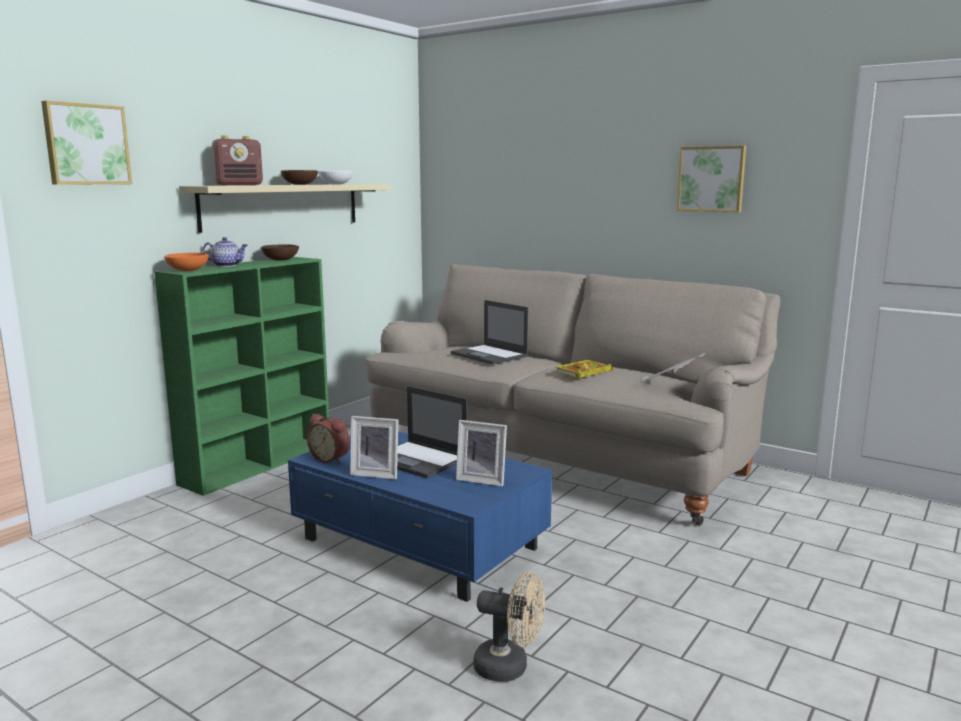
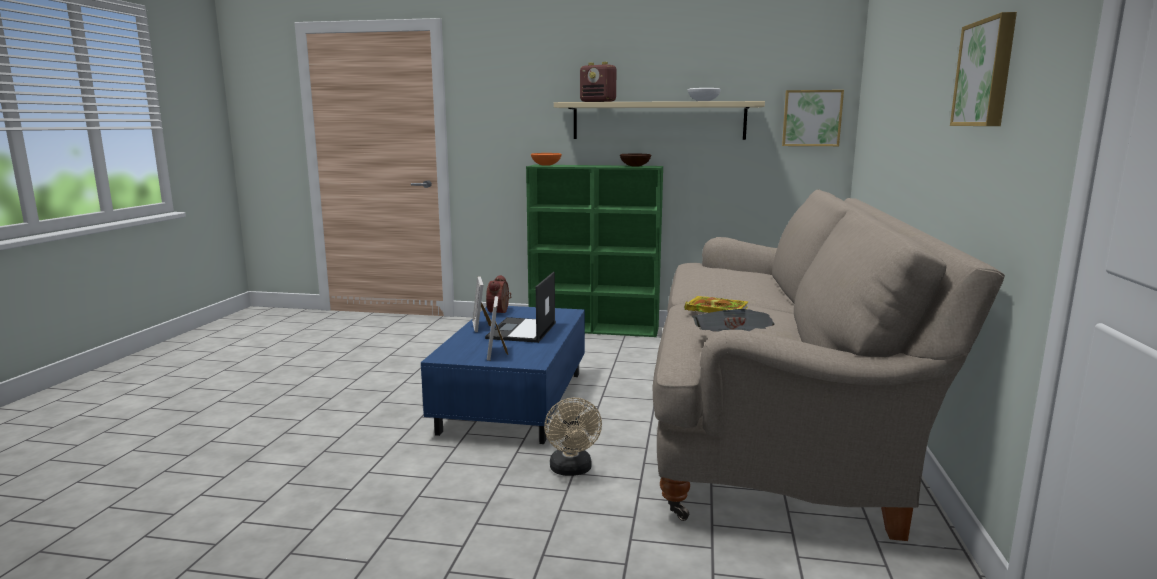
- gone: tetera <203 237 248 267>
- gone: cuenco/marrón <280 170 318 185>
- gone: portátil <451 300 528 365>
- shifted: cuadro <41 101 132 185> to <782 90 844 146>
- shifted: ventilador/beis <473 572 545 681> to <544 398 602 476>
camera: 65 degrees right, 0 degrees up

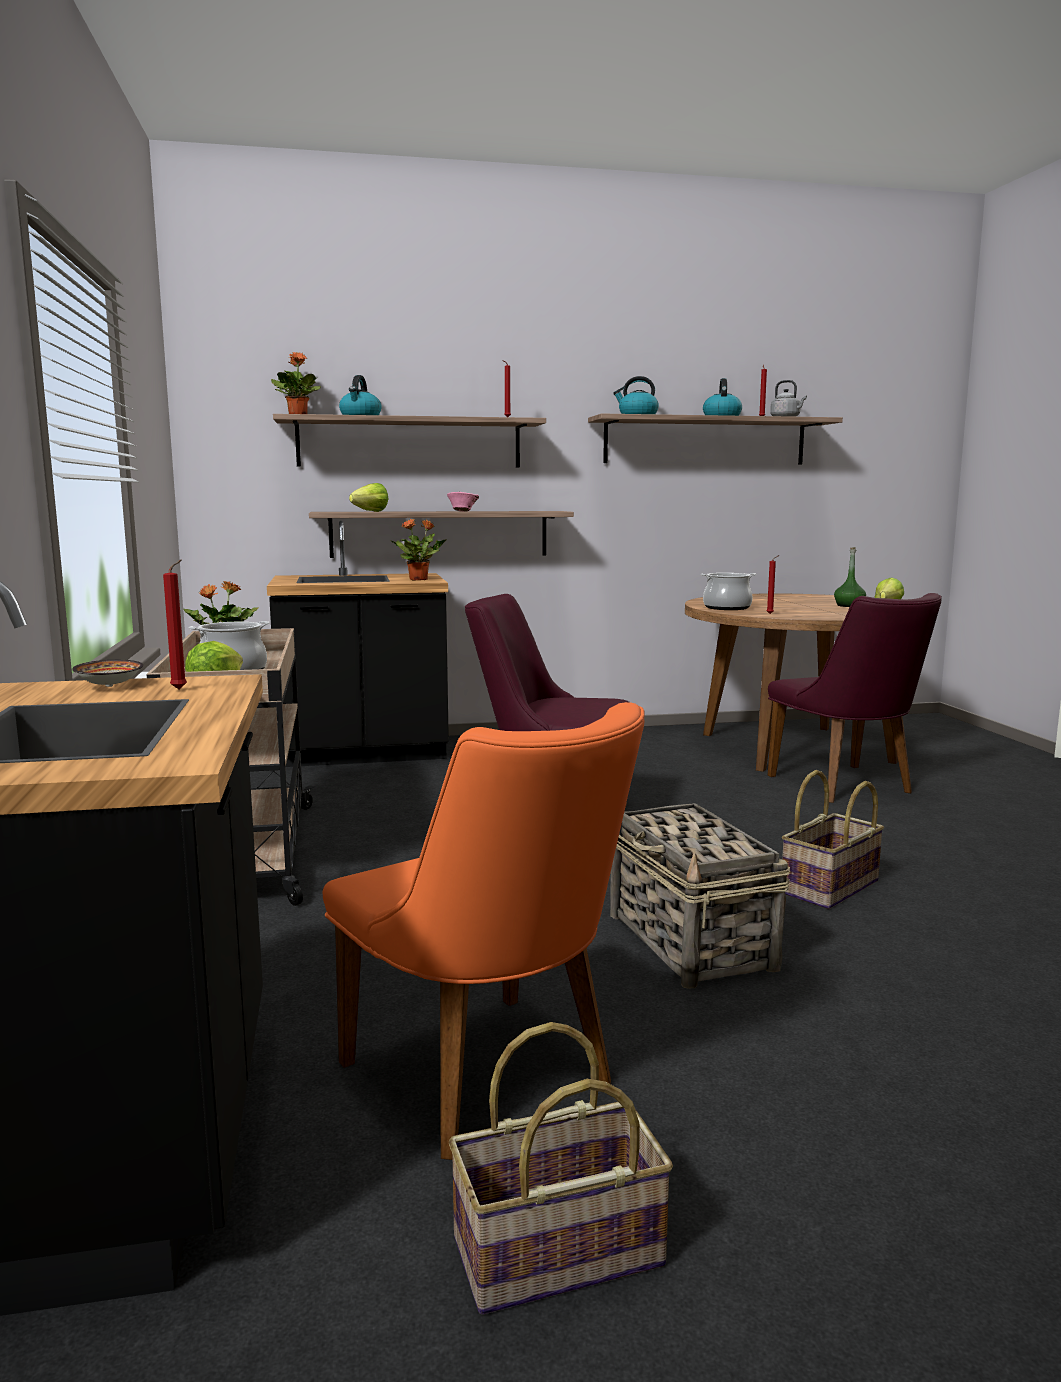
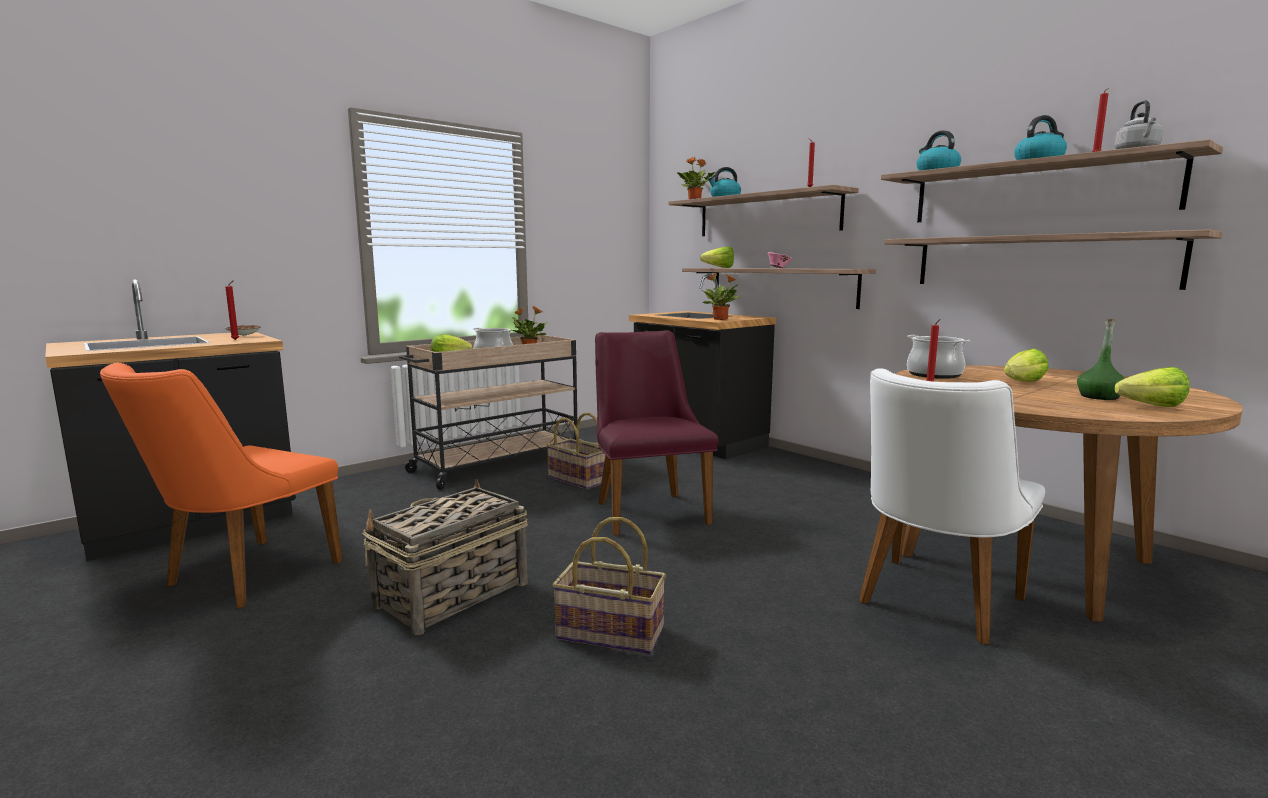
- new: estante <884 229 1223 290>
- new: lechuga <1004 349 1049 382>
- shifted: cesta <449 1022 673 1314> to <547 413 605 489>
- repainted: silla/morado <767 593 942 803> to silla/blanco <859 368 1045 644>
camera: 60 degrees right, 0 degrees up

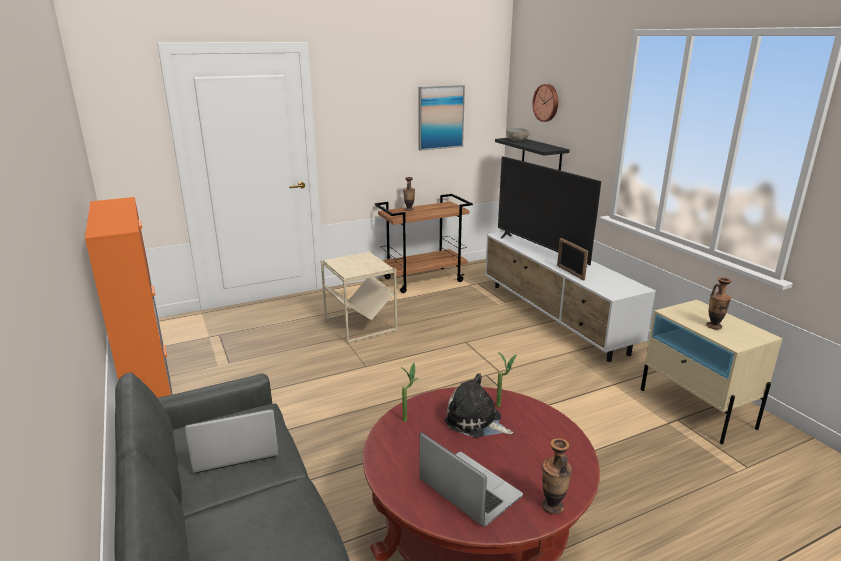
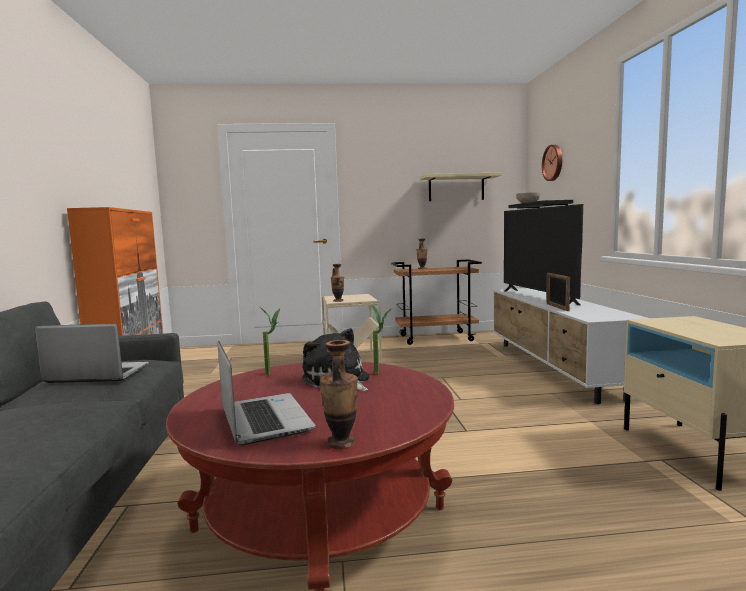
- shifted: florero <706 277 731 330> to <331 264 344 302>
- swapped: cuadro <418 85 465 151> to estante/beis <420 172 502 201>
camera: 20 degrees right, 15 degrees down

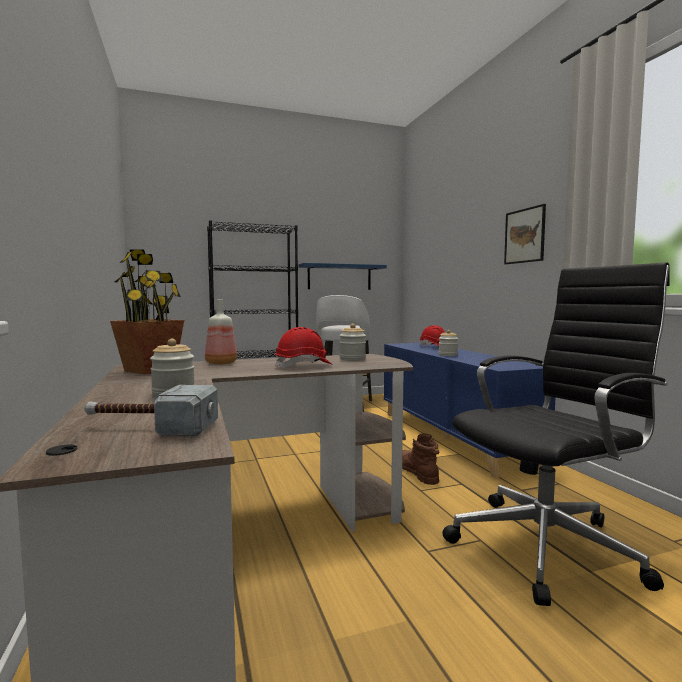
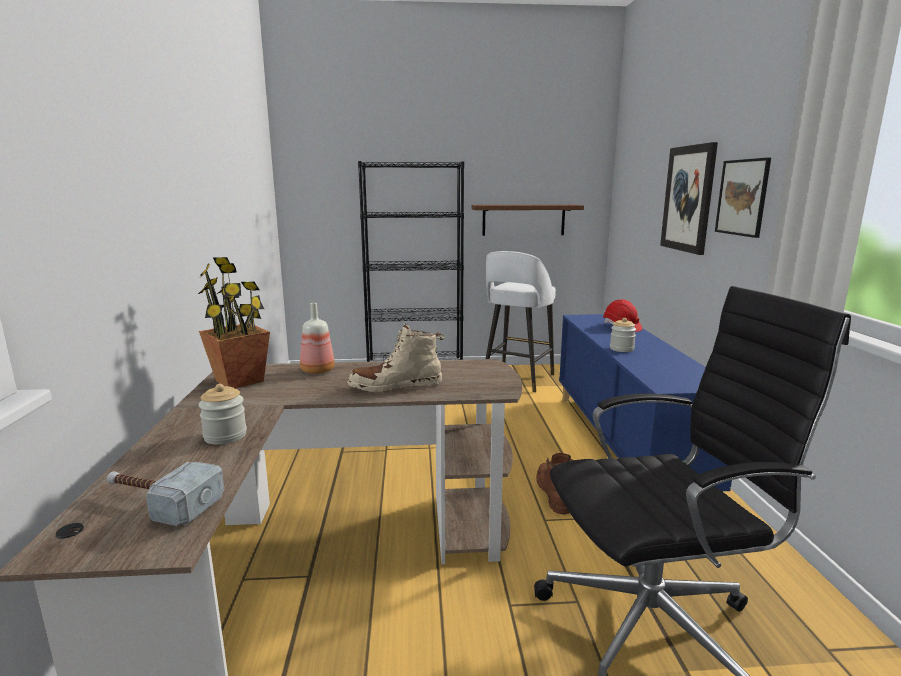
- gone: tarro <340 324 366 361>
- new: cuadro <660 142 718 255>
- swapped: casco/rojo <275 327 333 369> to bota/beis <347 323 444 392>
- repainted: estante/azul <299 263 387 290> to estante/marrón <472 205 584 236>
camera: 15 degrees right, 10 degrees up

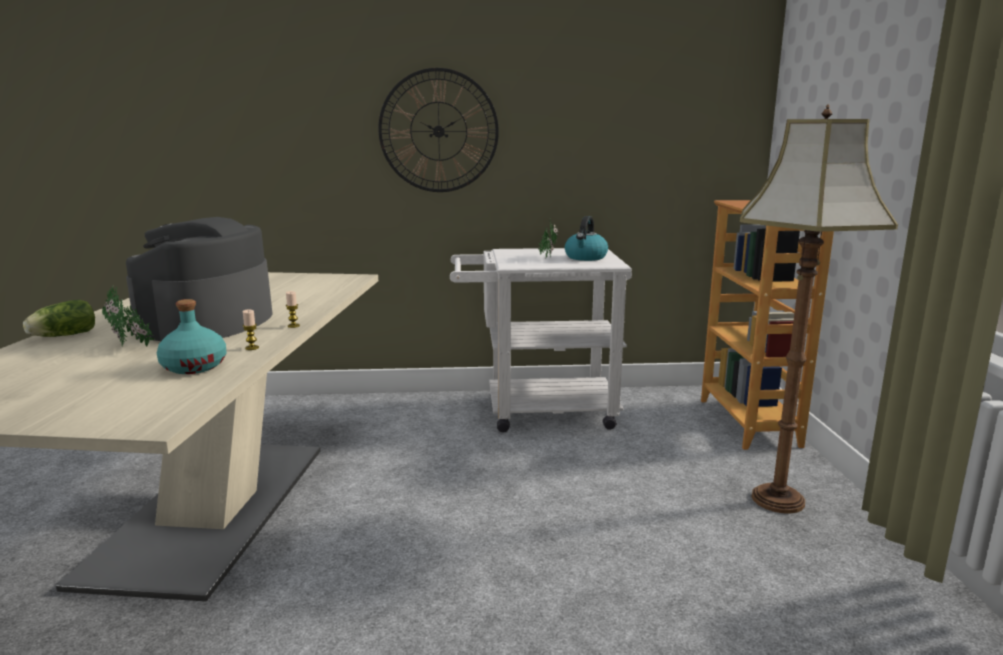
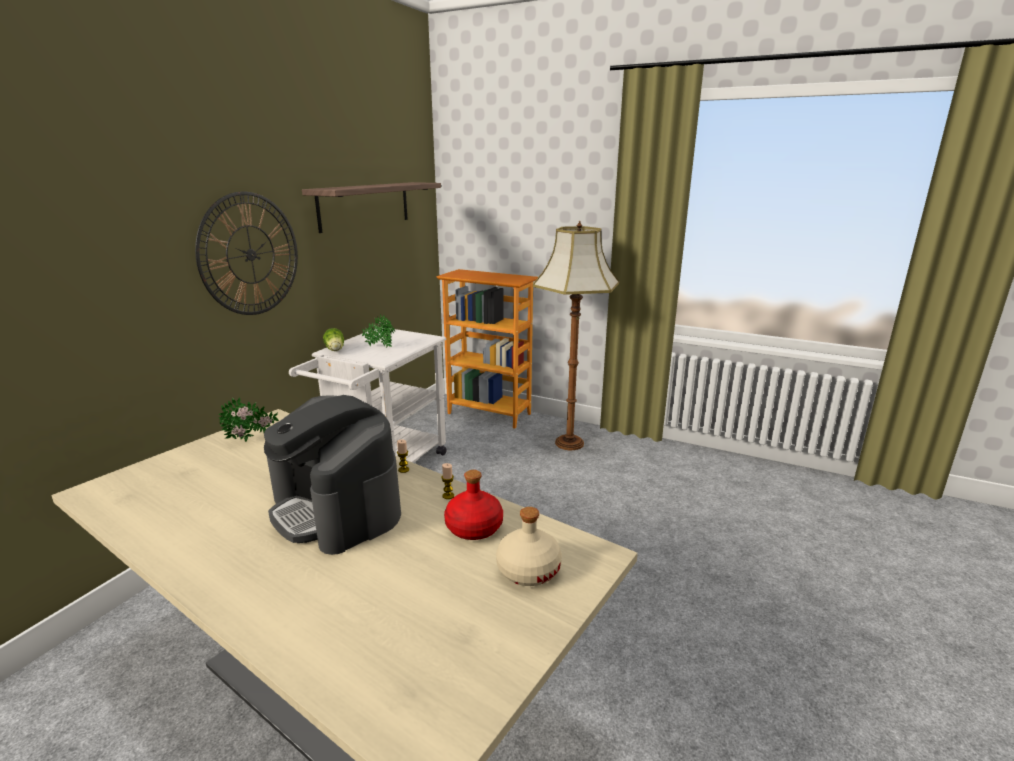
- gone: hervidor <565 216 608 261>
- new: estante <302 182 441 233>
- new: botella/beis <496 507 562 586>
- shifted: lechuga <23 300 95 337> to <323 328 344 351>
- shifted: planta en maceta <102 286 155 346> to <219 397 279 442>
- repainted: botella/turquesa <157 299 226 374> to botella/rojo <444 470 503 540>
camera: 60 degrees left, 5 degrees up

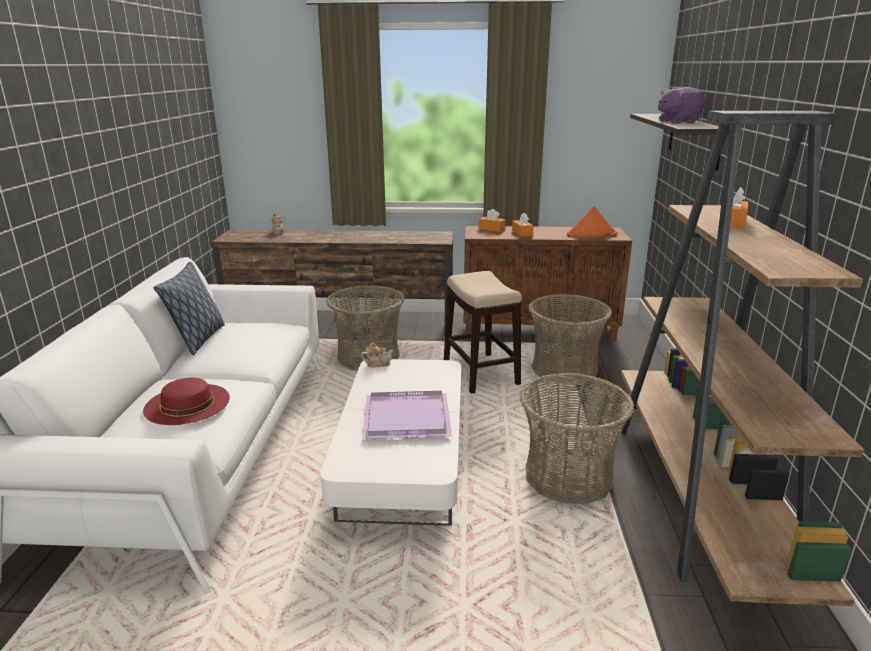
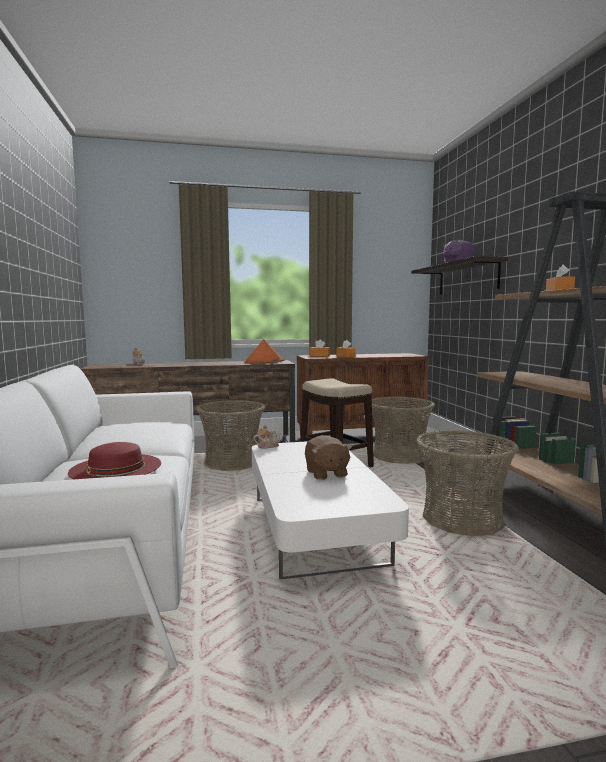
- gone: cojín <154 262 225 355>
- shifted: sombrero/naranja <567 206 617 238> to <244 339 284 363>
- swapped: bandeja/morado <362 391 452 440> to peluche/marrón <305 435 352 480>
camera: 15 degrees left, 15 degrees down

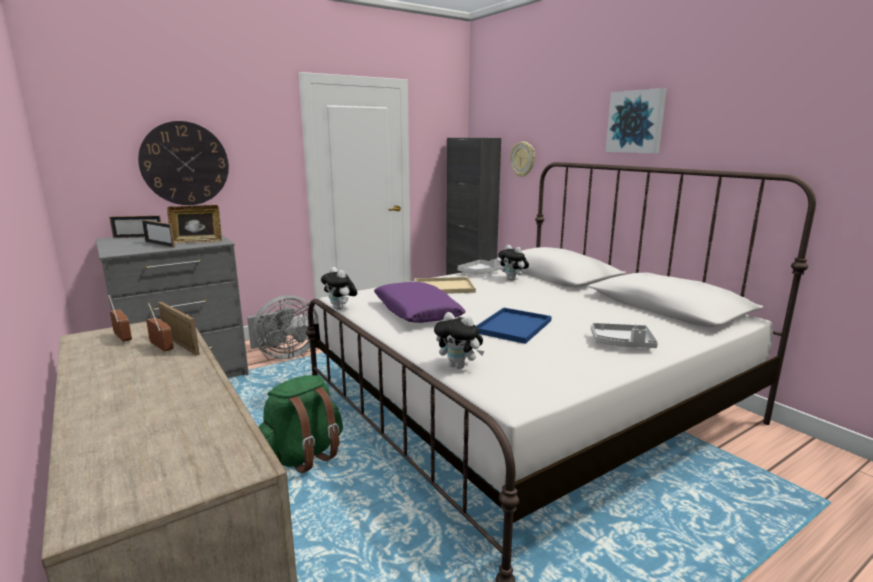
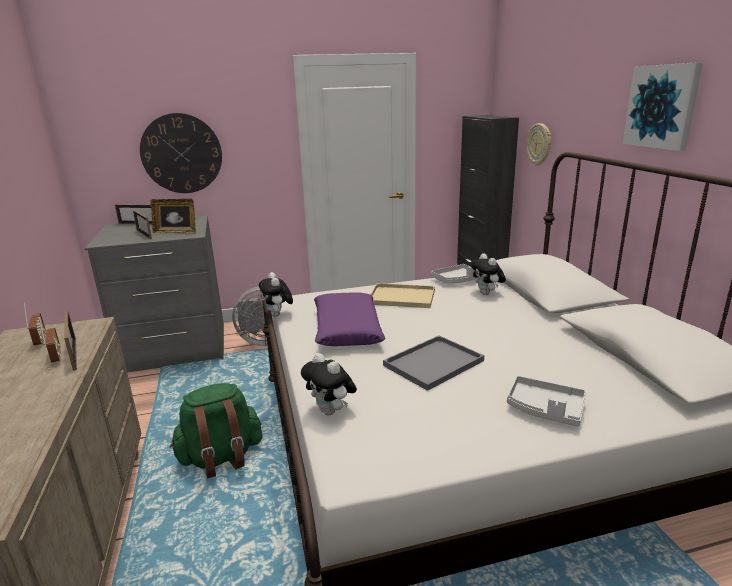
- repainted: bandeja/azul <476 307 552 344> to bandeja/gris <383 336 484 391>
camera: 20 degrees right, 5 degrees up

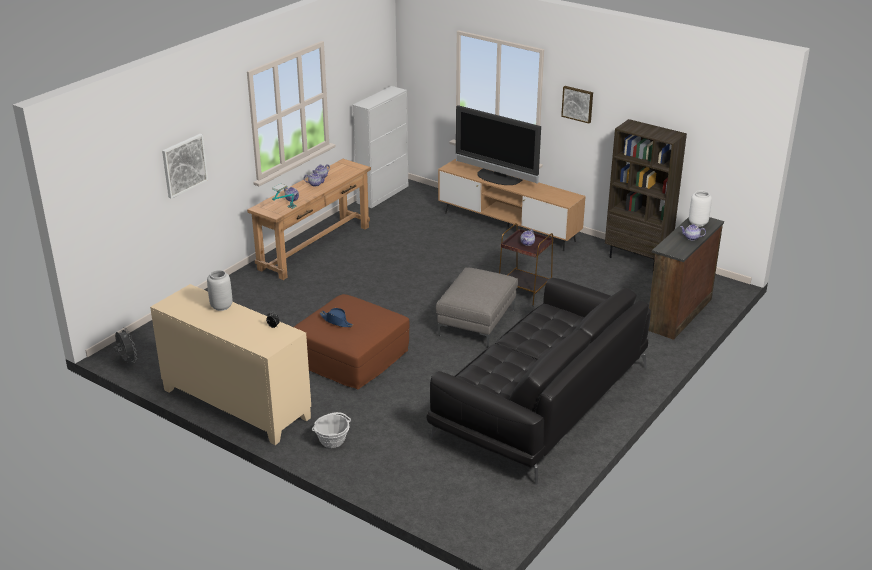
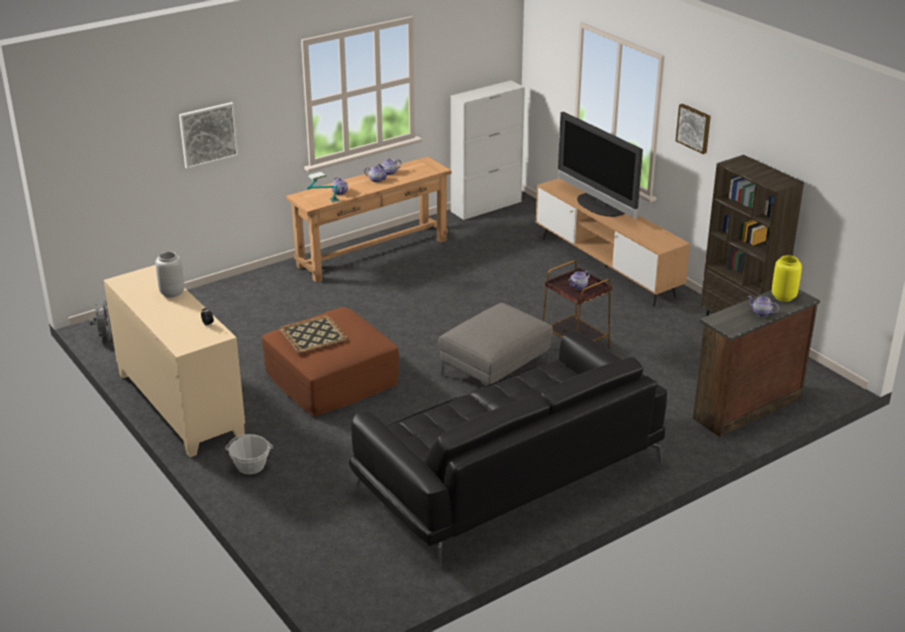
- swapped: sombrero/azul <319 308 353 327> to bandeja <279 315 348 354>
- repainted: florero/blanco <689 190 712 227> to florero/amarillo <772 255 802 302>
camera: 20 degrees right, 0 degrees up

